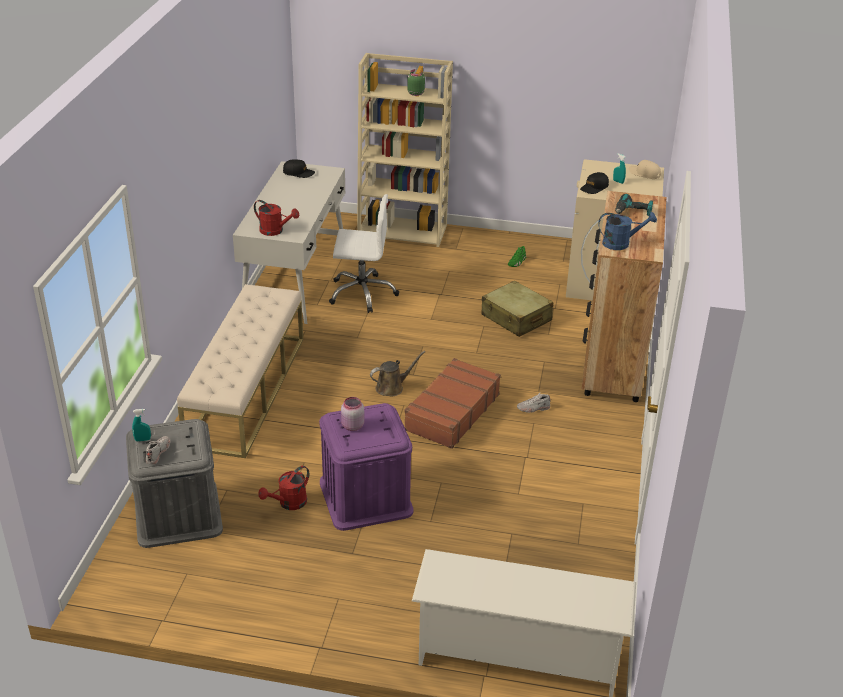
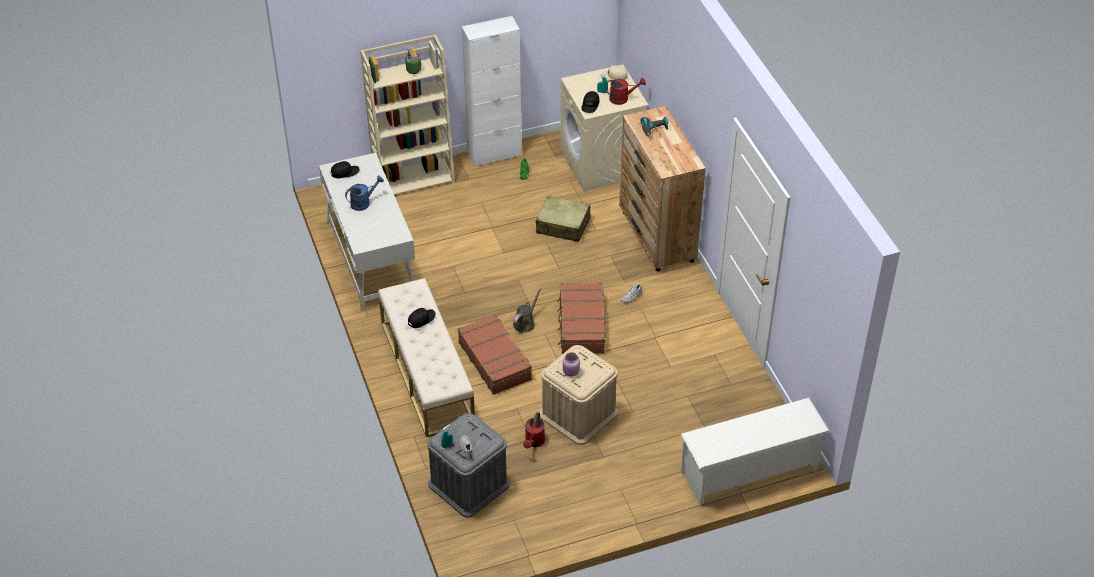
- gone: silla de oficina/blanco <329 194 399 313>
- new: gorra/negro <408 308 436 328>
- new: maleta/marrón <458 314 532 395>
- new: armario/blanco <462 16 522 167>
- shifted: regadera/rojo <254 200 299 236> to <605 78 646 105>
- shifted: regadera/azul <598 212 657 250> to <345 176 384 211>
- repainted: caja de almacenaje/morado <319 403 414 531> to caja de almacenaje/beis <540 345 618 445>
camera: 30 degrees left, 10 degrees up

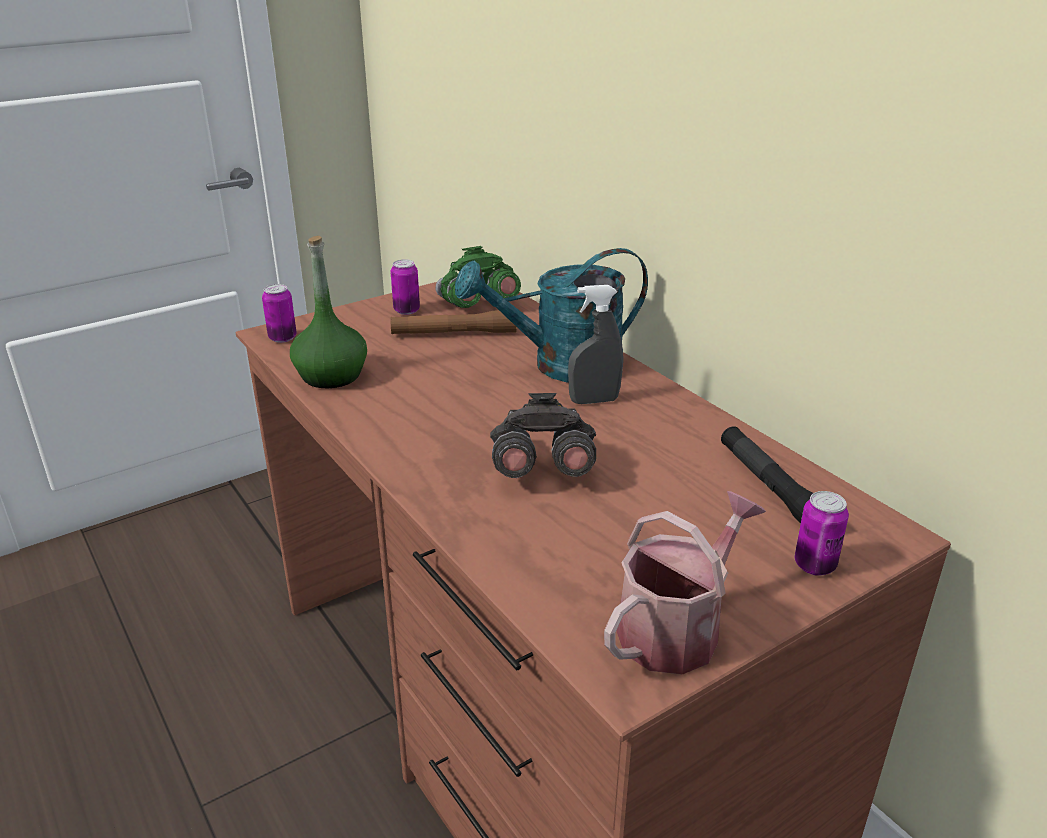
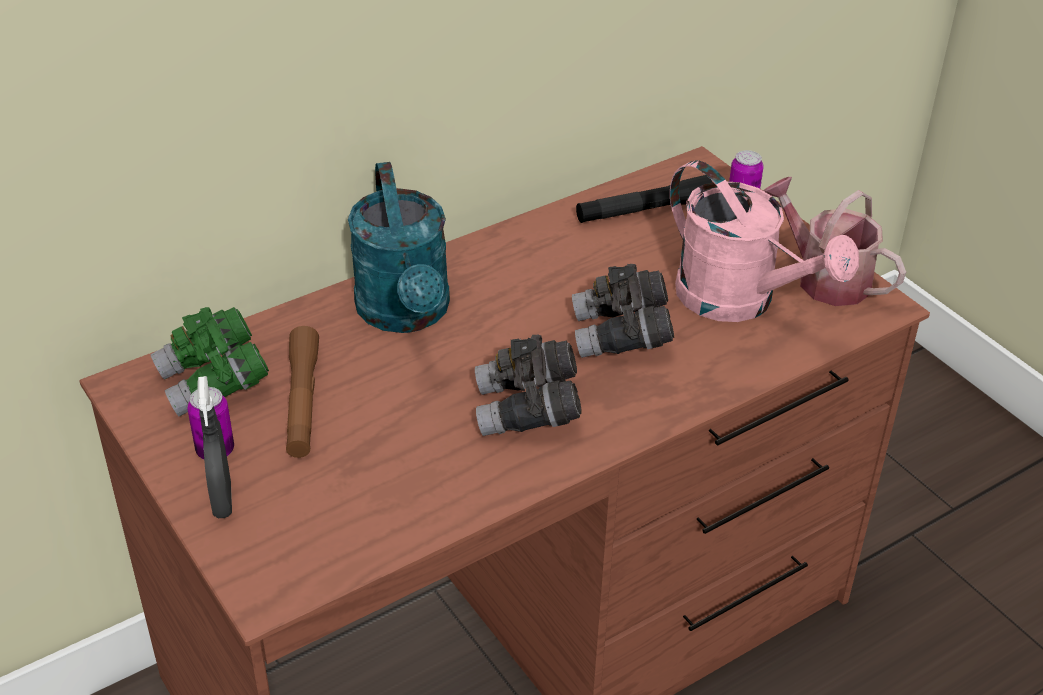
- gone: lata <262 284 297 343>
- gone: botella/verde <290 236 367 388>
- new: prismáticos/gris <475 335 582 436>
- new: regadera/rosa <670 160 859 322>
- shifted: pulverizador/gris <568 285 623 404> to <197 376 232 518>
camera: 90 degrees left, 10 degrees up

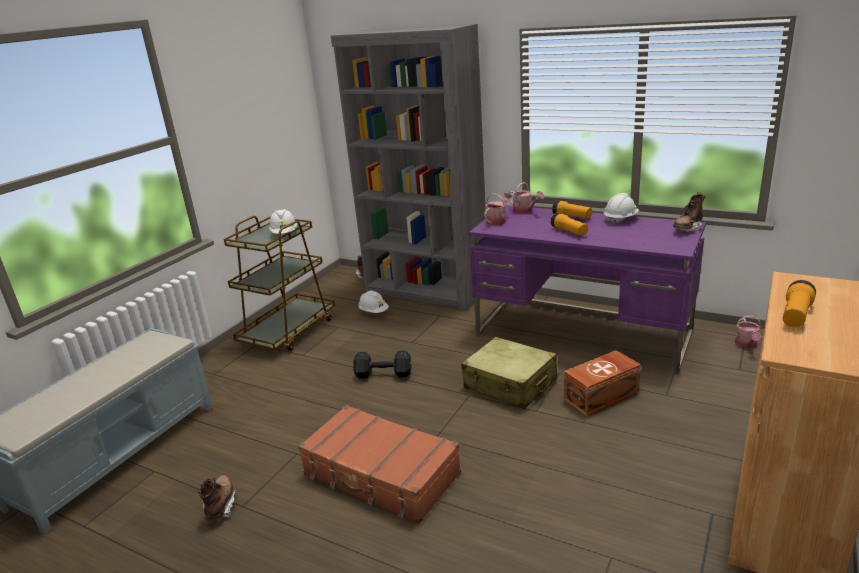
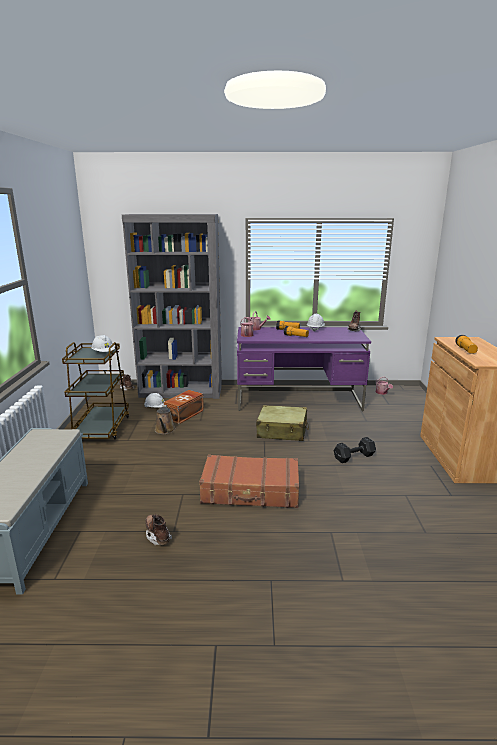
- new: regadera/marrón <155 405 176 434>
- shifted: mancuerna/negro <353 351 411 379> to <334 437 376 463>
- shifted: caja de almacenaje/marrón <564 350 641 416> to <164 390 204 424>
camera: 30 degrees left, 5 degrees down

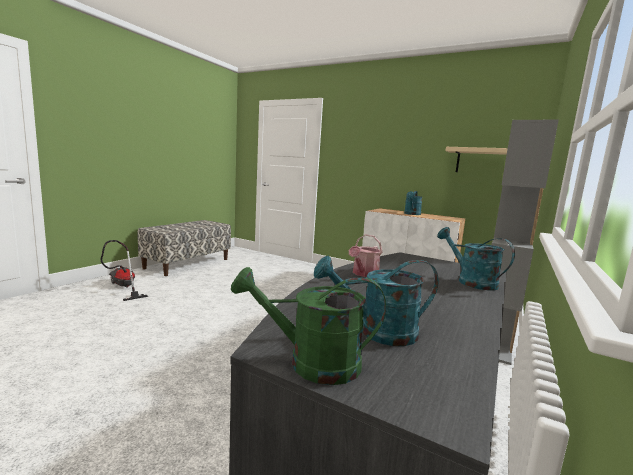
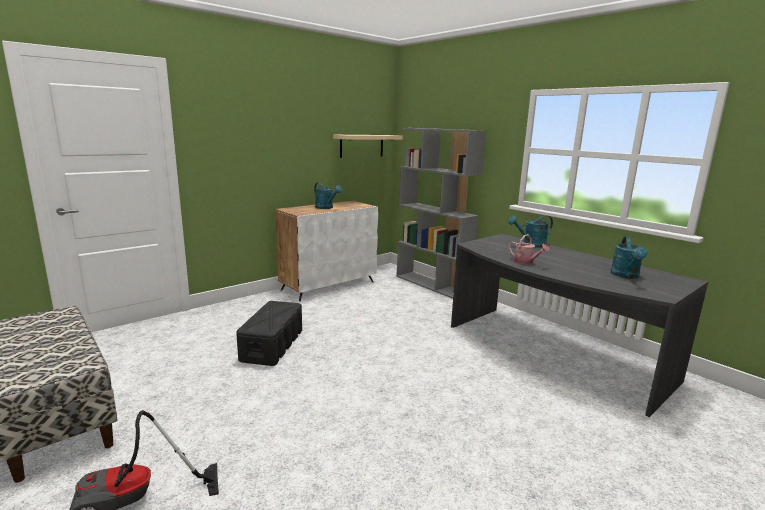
- gone: regadera/verde <231 267 386 385>
- new: caja de almacenaje/negro <236 301 302 366>
camera: 70 degrees left, 5 degrees up

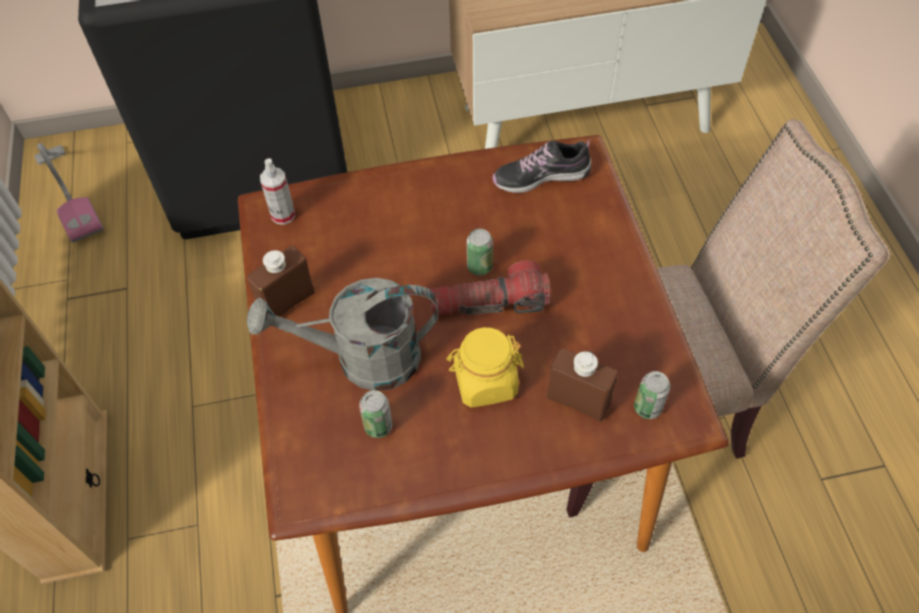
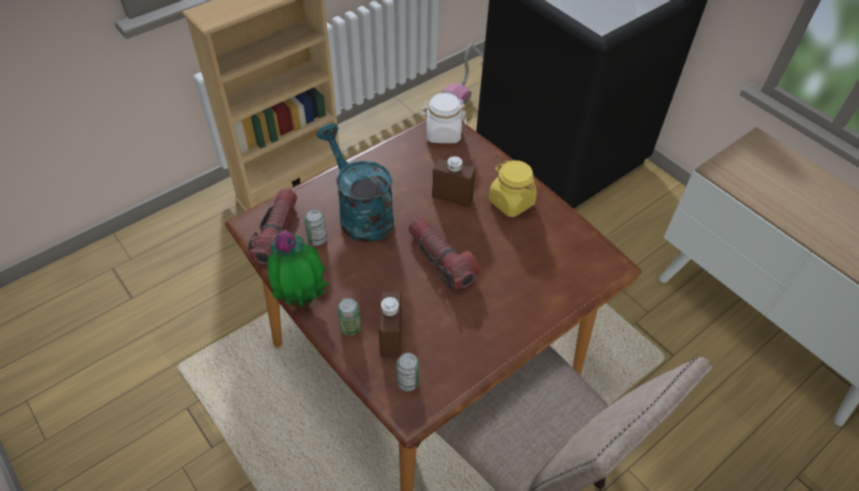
- gone: zapato <492 140 591 193>
- new: linterna <248 189 297 264>
- new: planta en maceta <268 230 329 308>
- shifted: botella/marrón <247 246 315 317> to <432 156 476 208>
- shifted: tarro/amarillo <446 327 524 408> to <489 160 537 217>
- shifted: lata <467 229 493 276> to <337 298 361 335>
- swapped: pulverizador <260 158 295 225> to tarro/blanco <421 93 467 143>
- repainted: regadera/gris <247 278 439 391> to regadera/turquesa <316 123 394 242>
camera: 60 degrees right, 5 degrees down

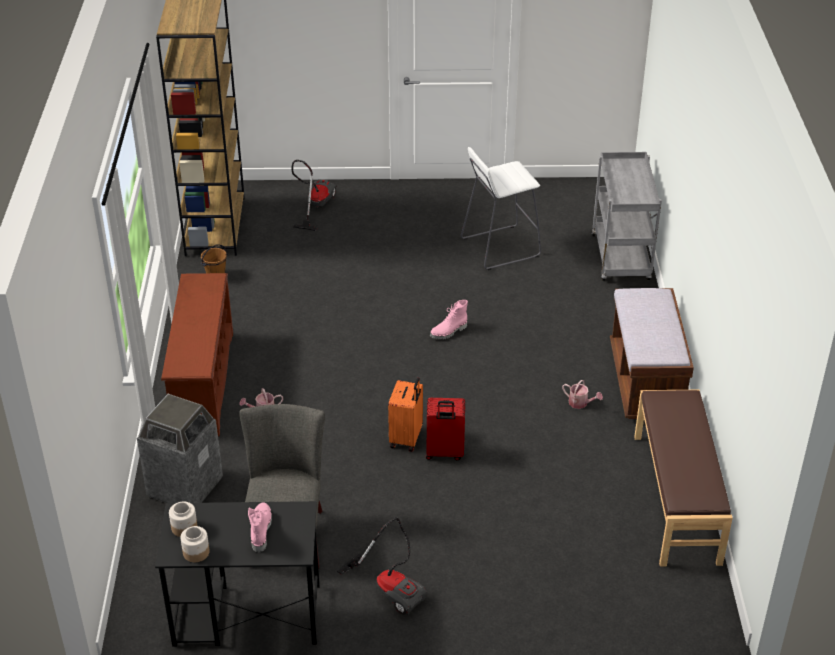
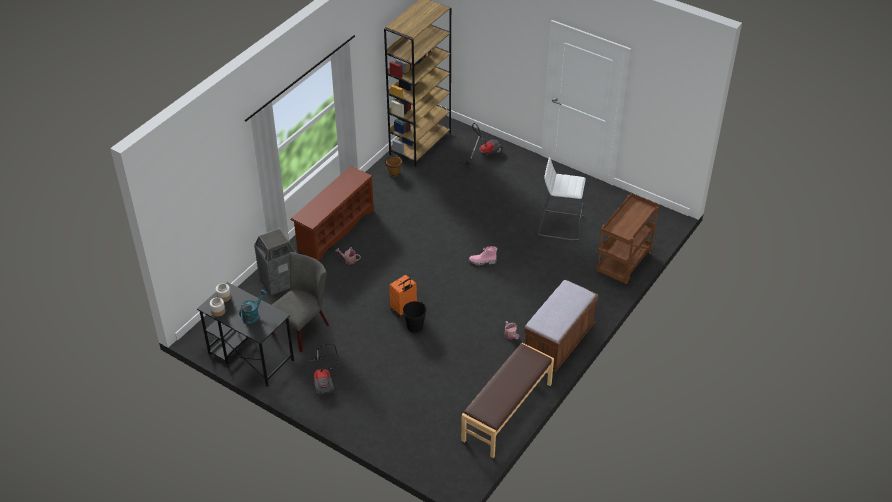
- swapped: bota/rosa <248 502 272 552> to regadera/turquesa <239 290 267 324>
- swapped: maleta/rojo <426 398 465 460> to cubo/negro <403 301 427 332>
- repainted: carrito/gris <592 152 662 281> to carrito/marrón <596 193 659 285>
camera: 35 degrees right, 5 degrees up

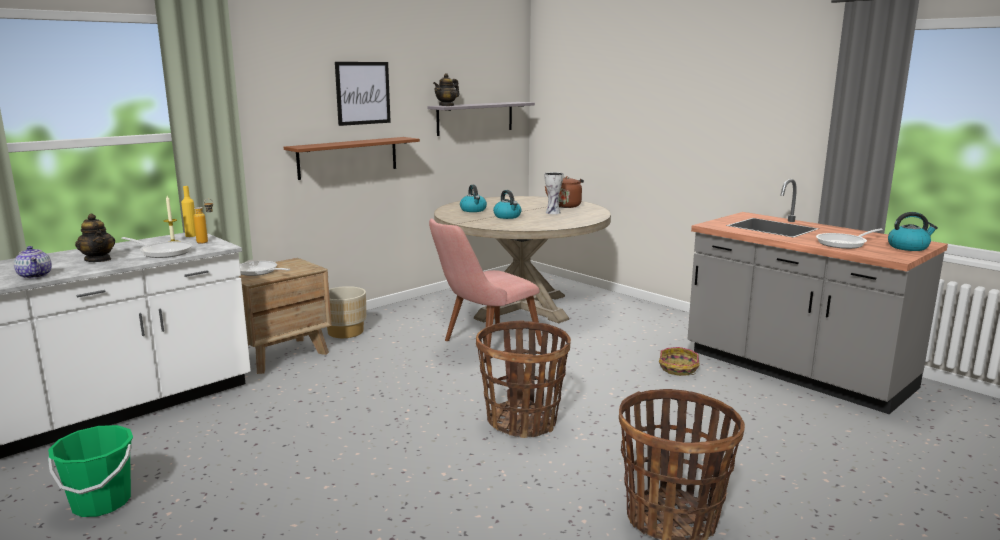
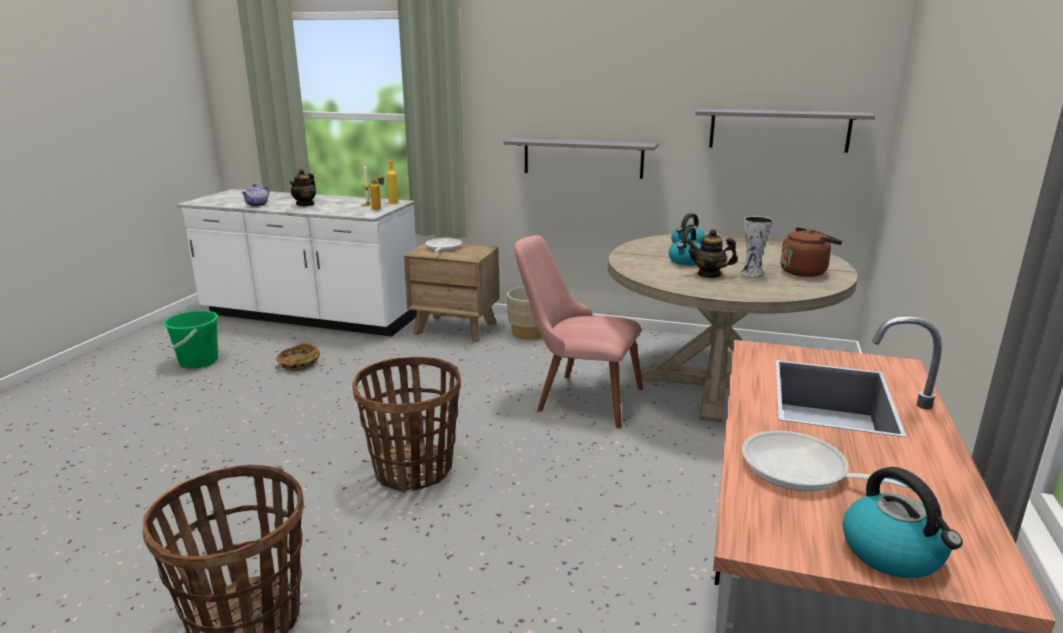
- gone: sartén <121 237 193 258>
- gone: cuadro <335 62 391 126>
- shifted: tetera <433 73 460 106> to <686 229 738 278>
- shifted: cesta <659 347 700 376> to <275 343 320 371>
- repainted: estante/marrón <284 137 420 180> to estante/gris <503 138 658 179>
camera: 60 degrees right, 5 degrees up

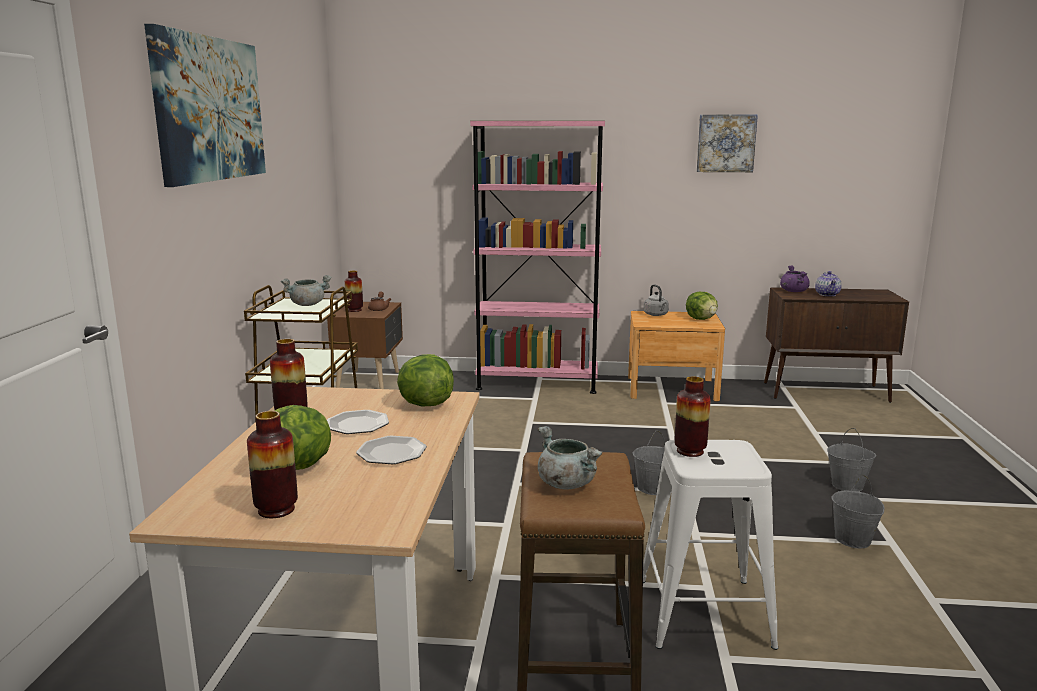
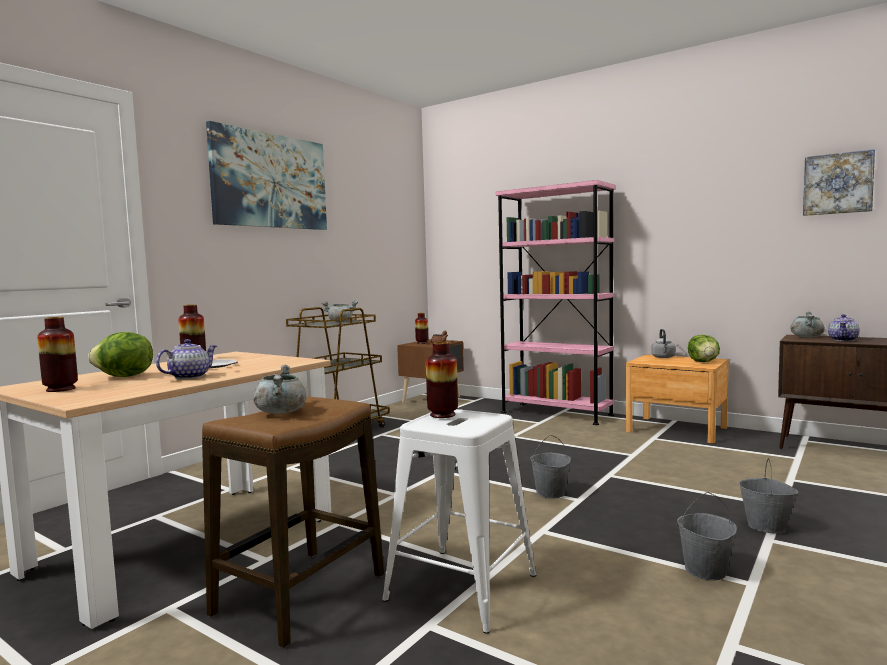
- gone: lechuga <397 354 454 407>
- shifted: cuadro <696 115 758 172> to <803 149 875 216>
- swapped: plato <356 436 427 464> to tetera <156 339 217 379>
- repainted: olla/morado <780 265 810 292> to olla/gris <790 311 825 338>
camera: 30 degrees right, 10 degrees down

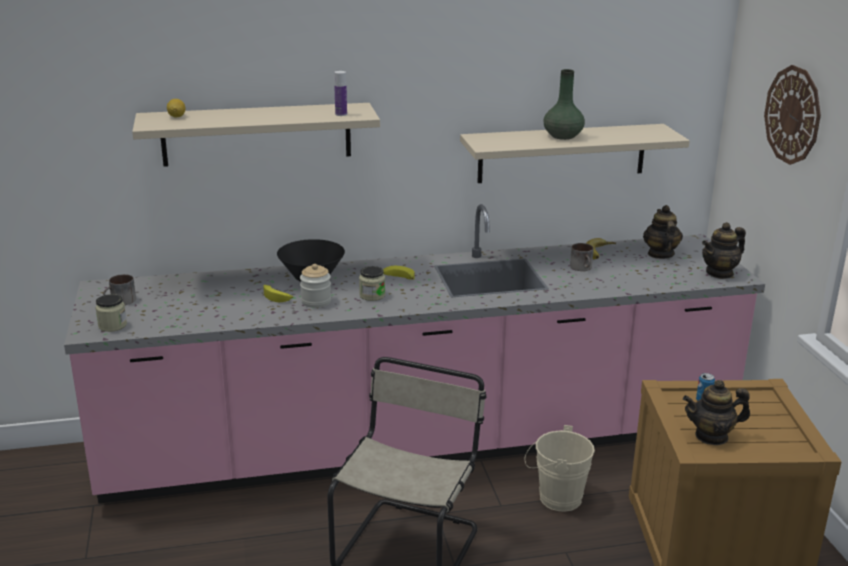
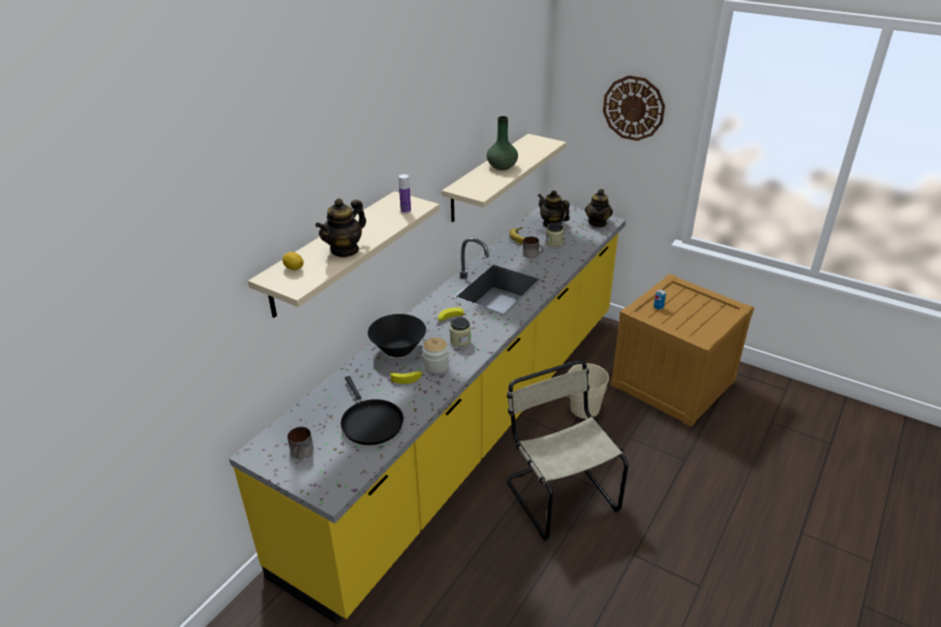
- new: sartén/negro <341 376 404 445>
- shifted: tarro <95 294 127 332> to <546 223 564 247>
- shifted: tetera <683 380 750 445> to <315 198 366 258>
- repainted: mueble bajo de cocina/rosa <64 204 765 504> to mueble bajo de cocina/amarillo <229 204 626 623>
camera: 45 degrees left, 10 degrees up

